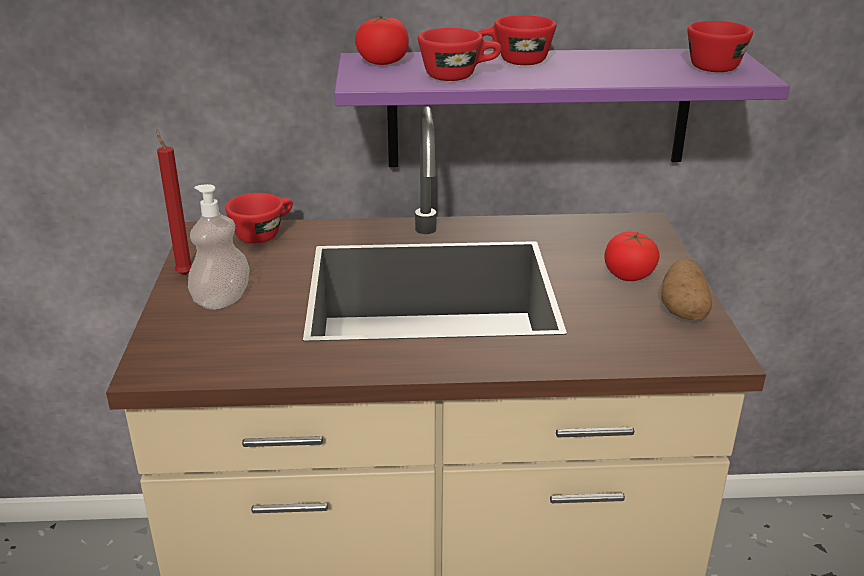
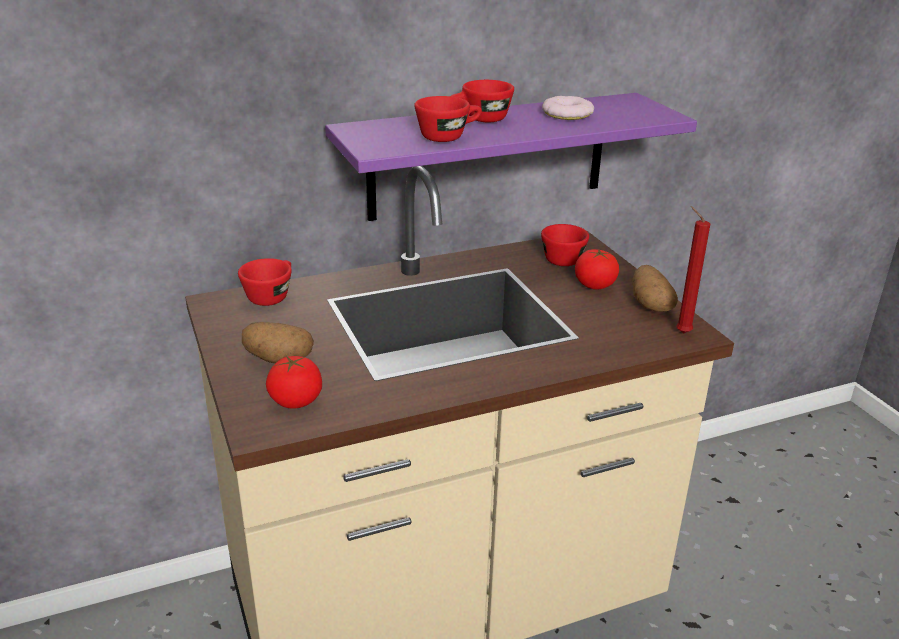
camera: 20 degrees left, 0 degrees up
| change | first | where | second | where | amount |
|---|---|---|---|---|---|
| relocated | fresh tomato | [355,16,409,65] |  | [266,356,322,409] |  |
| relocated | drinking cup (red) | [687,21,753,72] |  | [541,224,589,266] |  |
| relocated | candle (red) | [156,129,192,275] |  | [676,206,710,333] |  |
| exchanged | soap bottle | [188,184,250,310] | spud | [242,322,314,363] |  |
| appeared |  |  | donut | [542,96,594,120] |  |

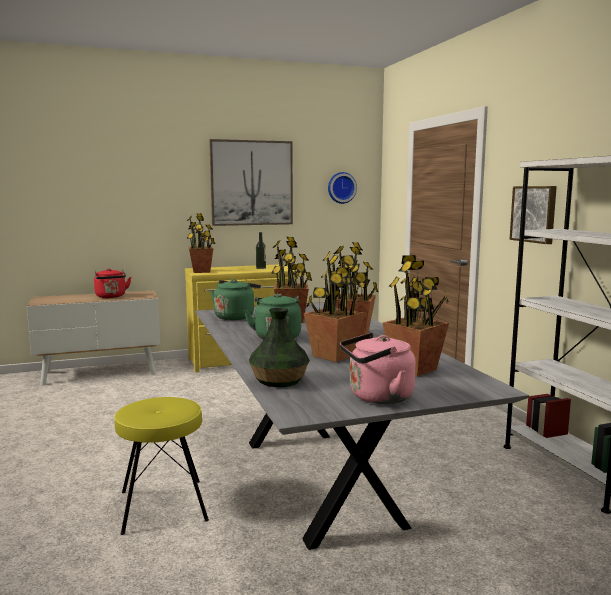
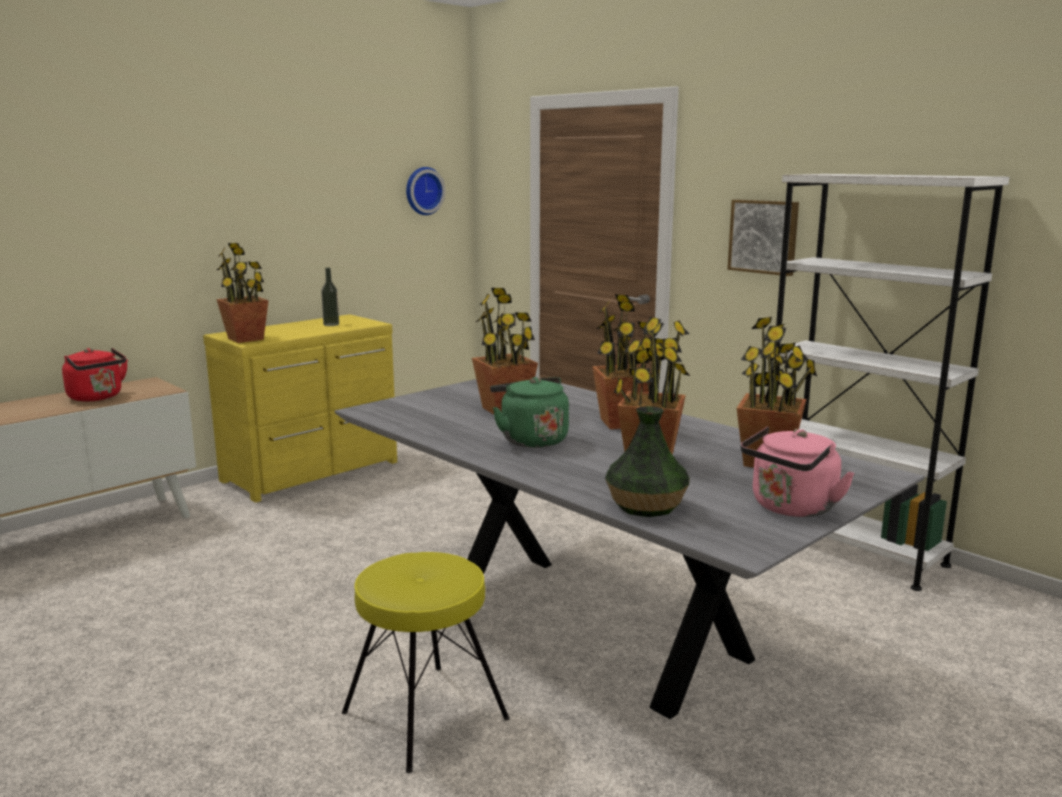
camera: 25 degrees left, 5 degrees up
| change | first | where | second | where | amount |
|---|---|---|---|---|---|
| missing | wall art | [209,139,293,226] |  |  |  |
| missing | water kettle (greenish) | [210,279,261,320] |  |  |  |

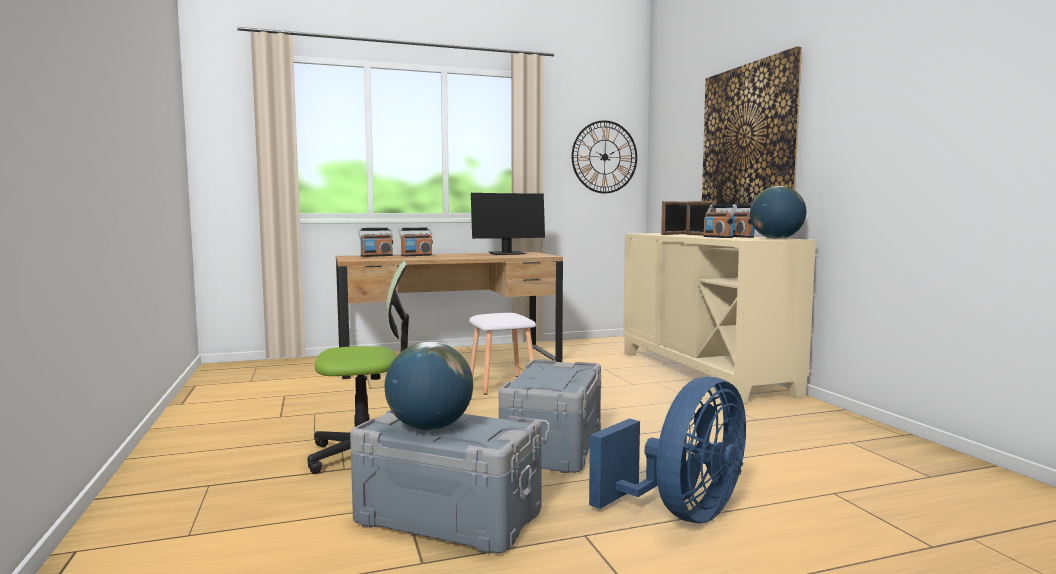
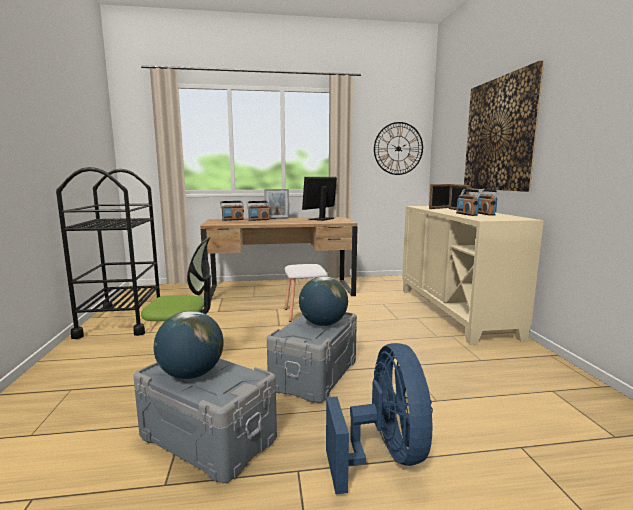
camera: 10 degrees right, 5 degrees up
| change | first | where | second | where | amount |
|---|---|---|---|---|---|
| relocated | desk globe | [750,186,806,239] |  | [299,276,348,326] |  |
| spun | computer display | [471,193,545,255] |  | [302,177,337,221] | 135 degrees clockwise |
| spun | electric fan (bluish) | [589,376,746,523] |  | [326,343,433,494] | 60 degrees counterclockwise |
| appeared |  |  | cart (blackish) | [56,167,160,339] |  |
| appeared |  |  | photo frame | [264,189,289,219] |  |

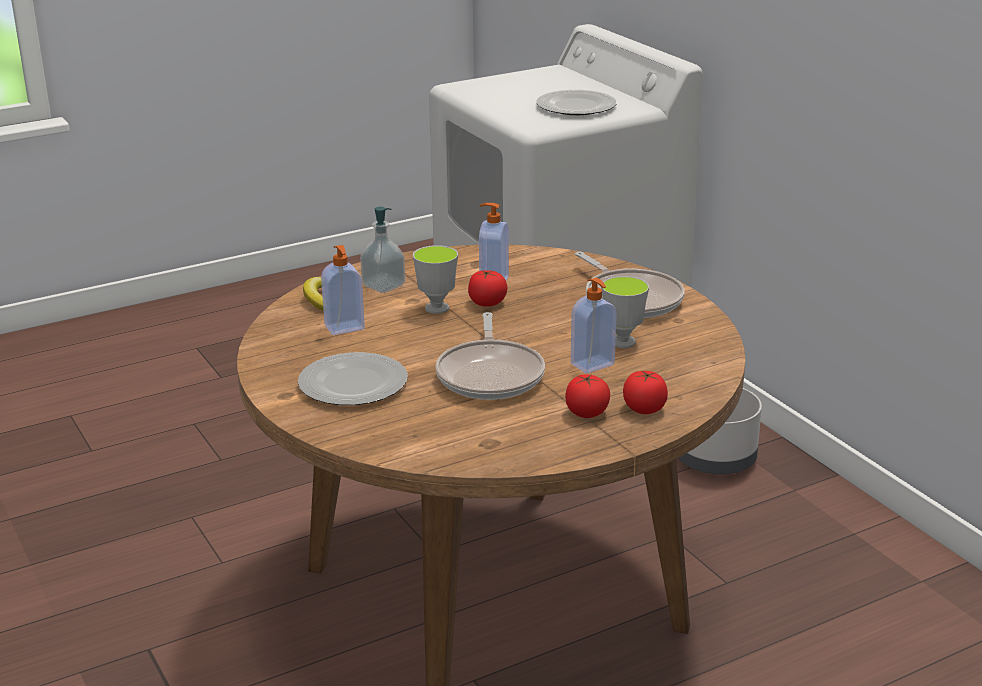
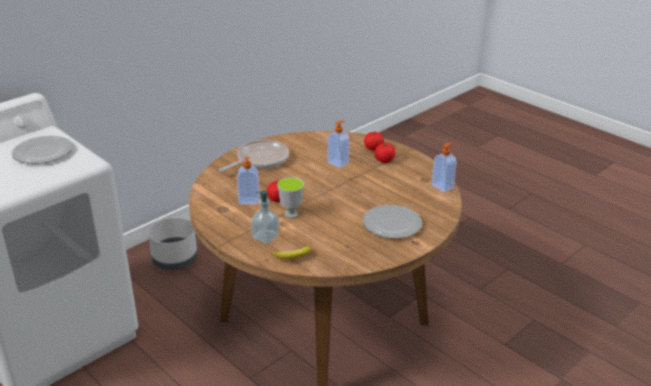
camera: 105 degrees left, 5 degrees up
| change | first | where | second | where | amount |
|---|---|---|---|---|---|
| relocated | soap bottle | [321,245,365,335] |  | [431,143,457,193] |  |
| missing | drinking cup | [601,276,649,348] |  |  |  |
| missing | pan | [435,312,545,400] |  |  |  |

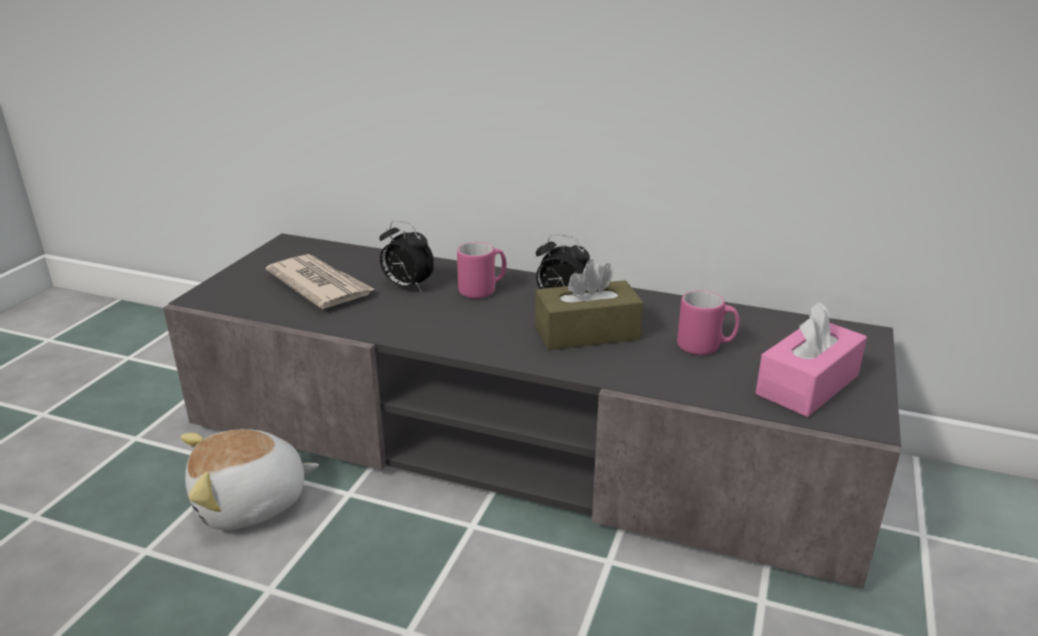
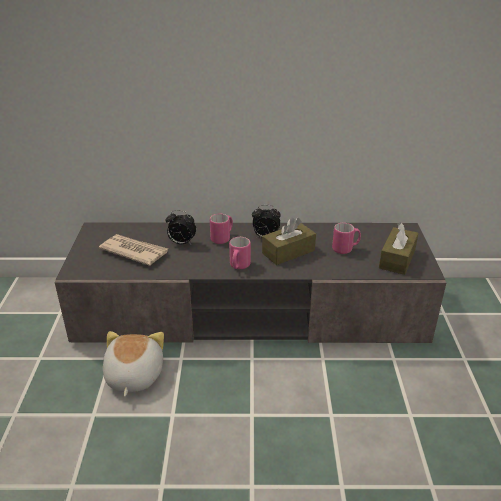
camera: 20 degrees left, 5 degrees up
| change | first | where | second | where | amount |
|---|---|---|---|---|---|
| colour | box of tissues (pinkish) | [755,301,867,417] | box of tissues (brown) | [379,222,418,275] |  |
| spun | plush toy | [180,429,319,530] |  | [103,331,164,397] | 135 degrees clockwise |
| appeared |  |  | tea mug (pinkish) | [229,237,251,269] |  |

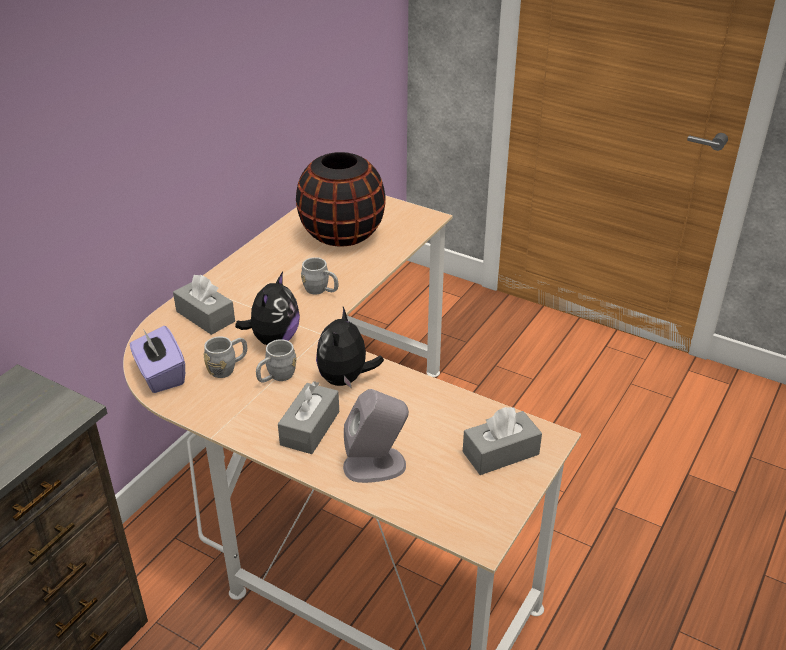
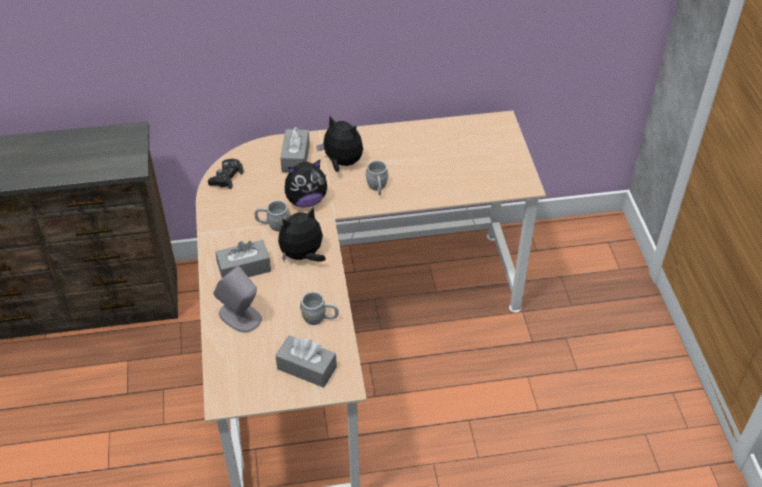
camera: 50 degrees right, 10 degrees up
| change | first | where | second | where | amount |
|---|---|---|---|---|---|
| missing | vase (blackish) | [296,152,386,246] |  |  |  |
| exchanged | box of tissues (purple) | [130,326,185,393] | gamepad (blackish) | [208,159,244,190] |  |
| relocated | tea mug (grey) | [204,336,247,378] |  | [300,292,339,325] |  |
| appeared |  |  | plush toy | [316,116,363,172] |  |

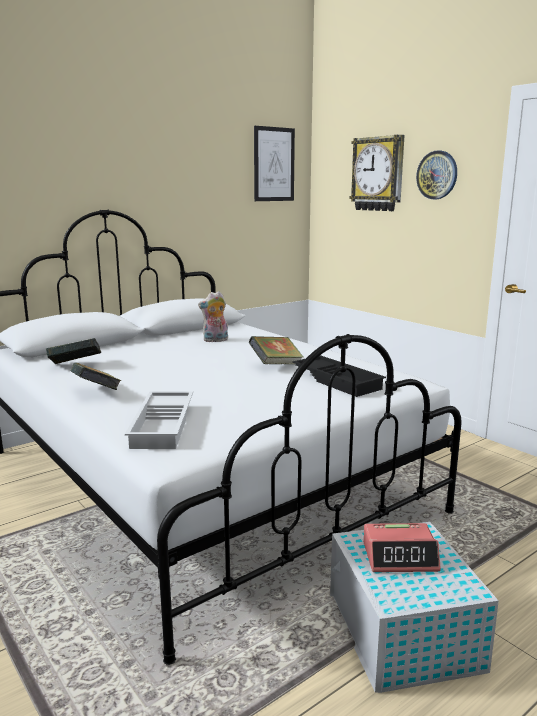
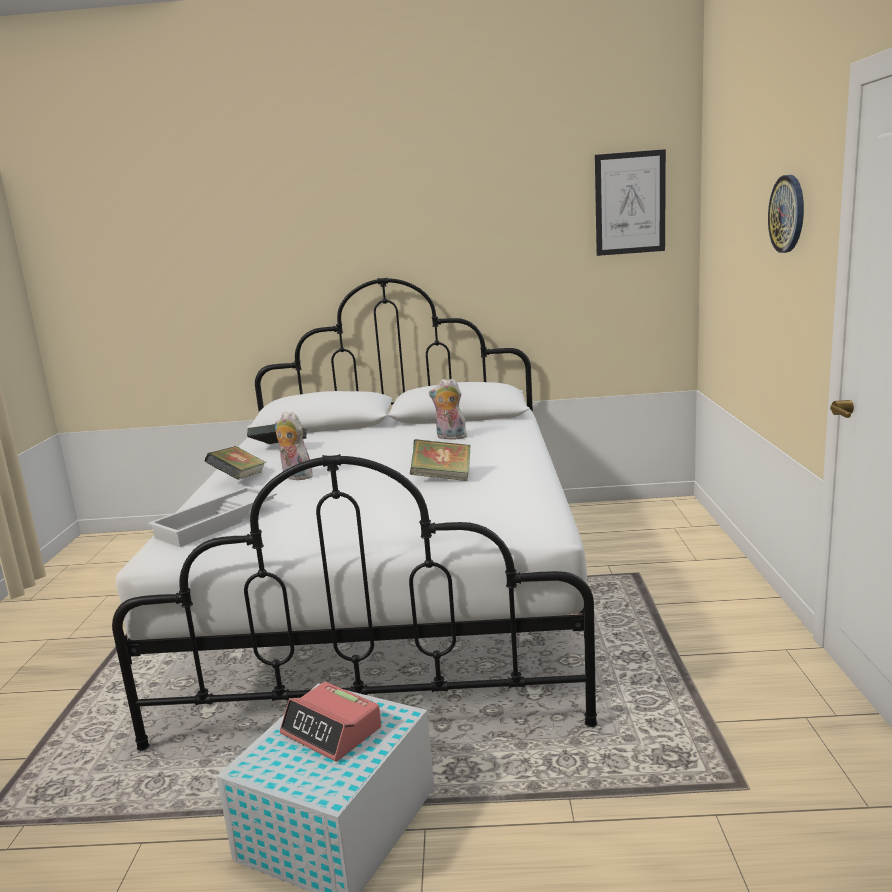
camera: 40 degrees right, 0 degrees up
| change | first | where | second | where | amount |
|---|---|---|---|---|---|
| missing | clock on the wall | [349,135,405,211] |  |  |  |
| missing | tray (blackish) | [293,355,386,397] |  |  |  |
| appeared |  |  | plush toy | [275,411,312,480] |  |

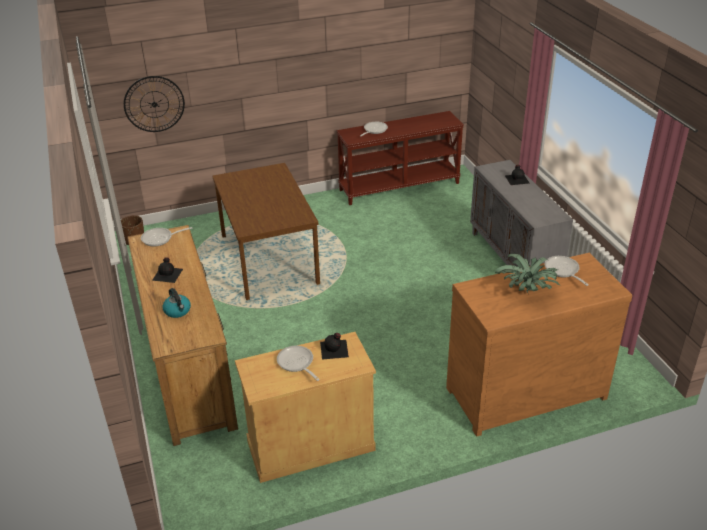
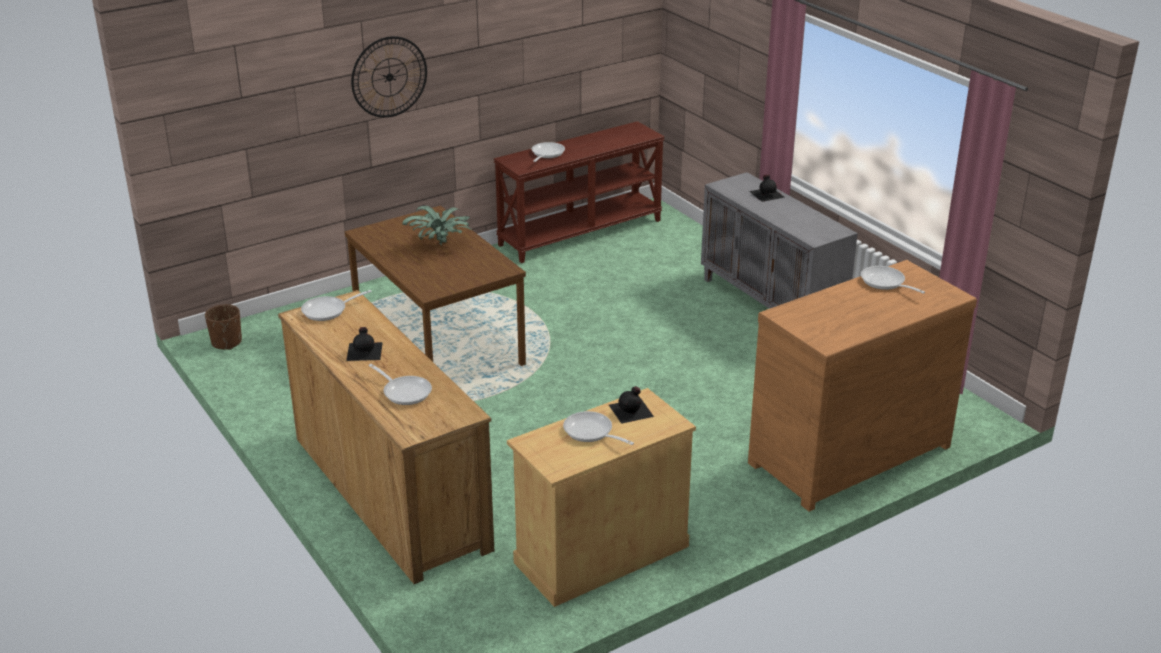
camera: 15 degrees left, 5 degrees down
| change | first | where | second | where | amount |
|---|---|---|---|---|---|
| relocated | clock on the wall | [124,76,185,132] |  | [351,36,427,118] |  |
| relocated | potted plant | [495,253,561,293] |  | [402,205,472,246] |  |
| exchanged | water kettle | [163,288,191,318] | pan | [369,364,432,405] |  |

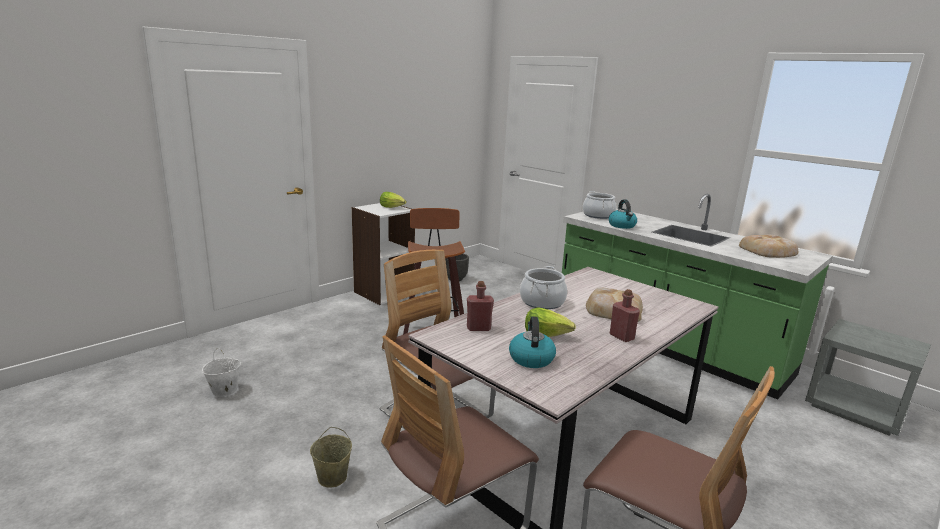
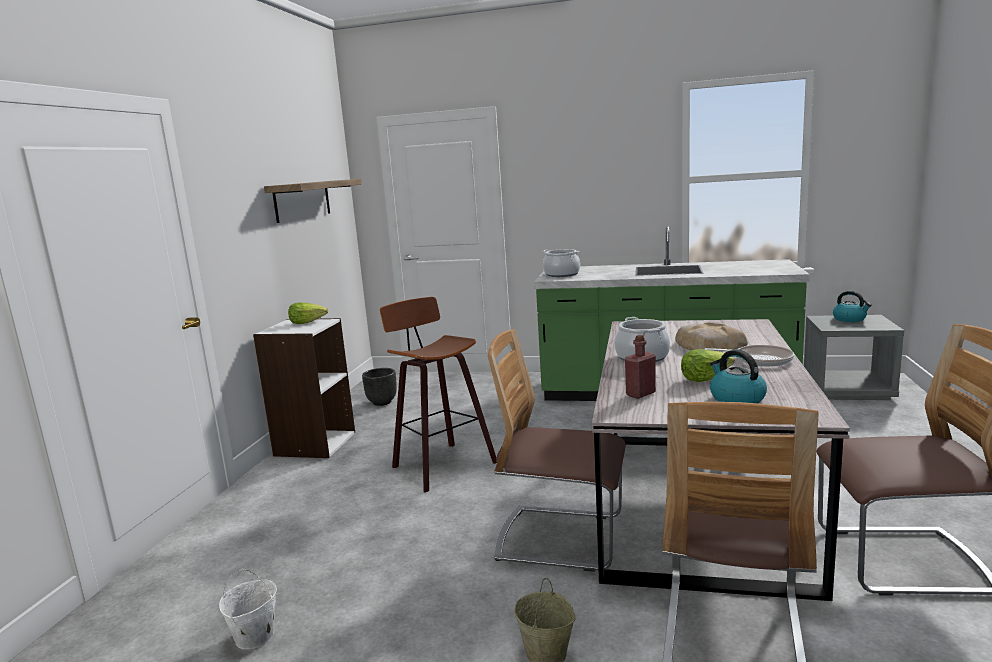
camera: 30 degrees left, 5 degrees down
| change | first | where | second | where | amount |
|---|---|---|---|---|---|
| relocated | water kettle | [609,199,637,229] |  | [833,291,872,322] |  |
| missing | bread | [739,235,798,258] |  |  |  |
| exchanged | bottle (red) | [610,289,640,342] | pan | [705,345,794,366] |  |
| appeared |  |  | shelf | [264,179,362,223] |  |

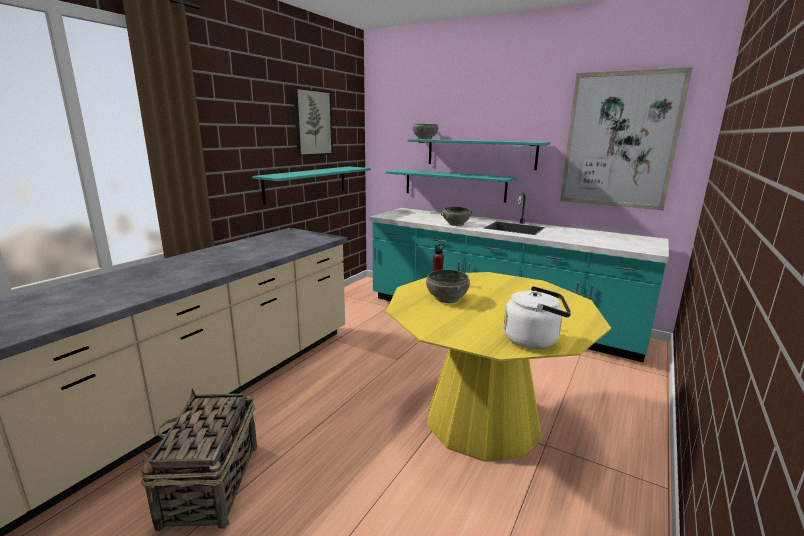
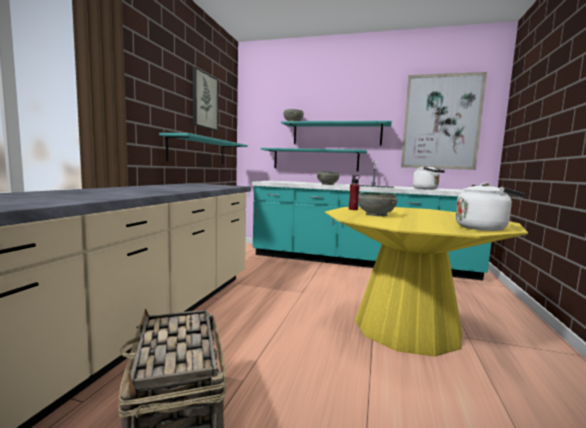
camera: 15 degrees left, 10 degrees down
| change | first | where | second | where | amount |
|---|---|---|---|---|---|
| appeared |  |  | water kettle (white-coloured) | [413,165,445,190] |  |

